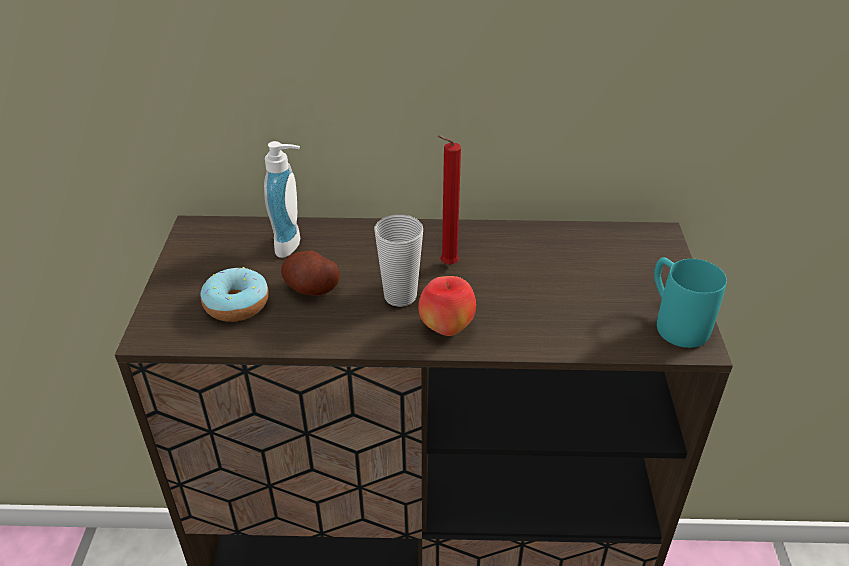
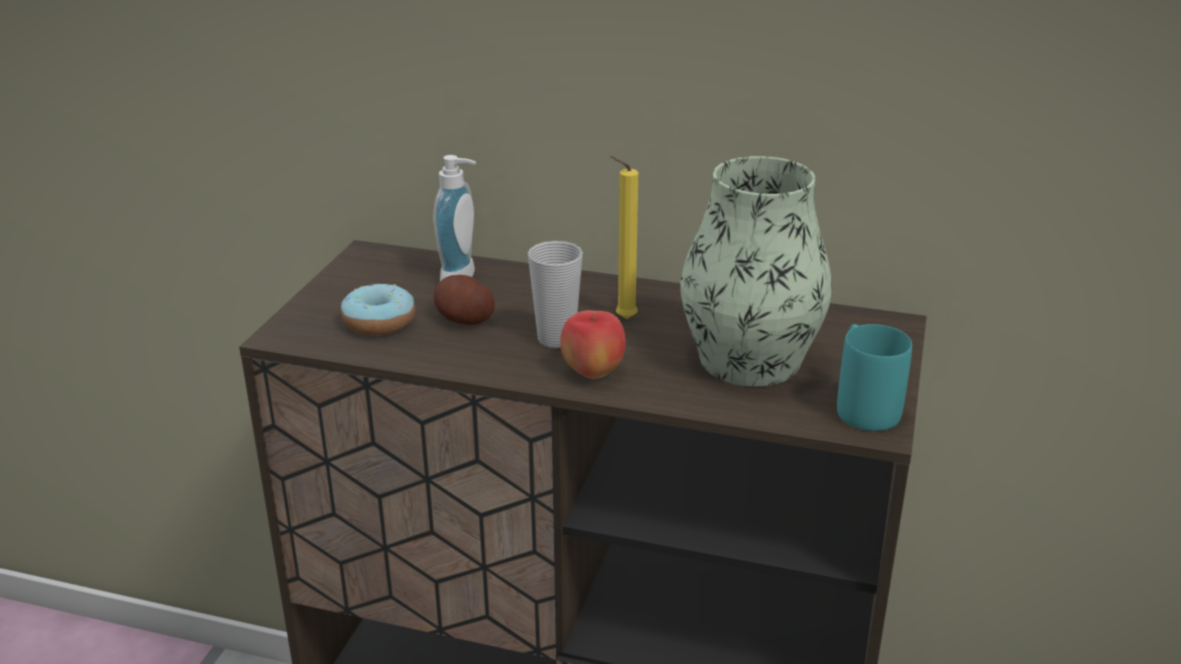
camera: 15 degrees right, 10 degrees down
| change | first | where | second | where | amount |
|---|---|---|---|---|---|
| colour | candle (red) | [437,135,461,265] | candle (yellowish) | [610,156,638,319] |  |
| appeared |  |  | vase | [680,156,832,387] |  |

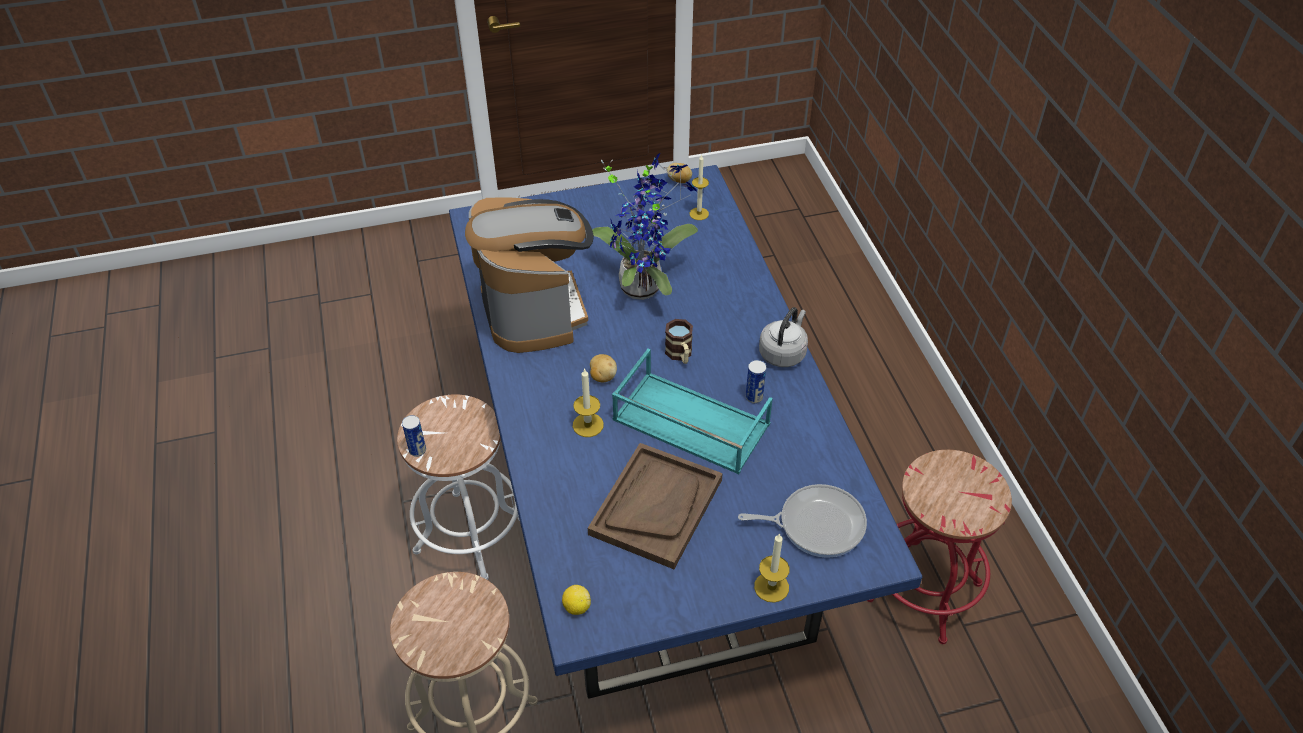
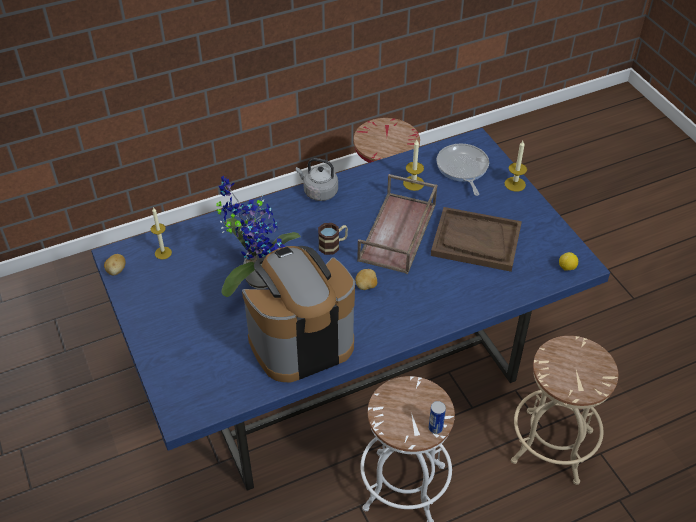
camera: 100 degrees left, 0 degrees up
| change | first | where | second | where | amount |
|---|---|---|---|---|---|
| colour | tray (turquoise-coloured) | [612,348,773,474] | tray (brown) | [357,174,437,274] |  |
| missing | can | [746,360,766,404] |  |  |  |
| relocated | candle | [573,368,604,437] |  | [403,140,424,191] |  |

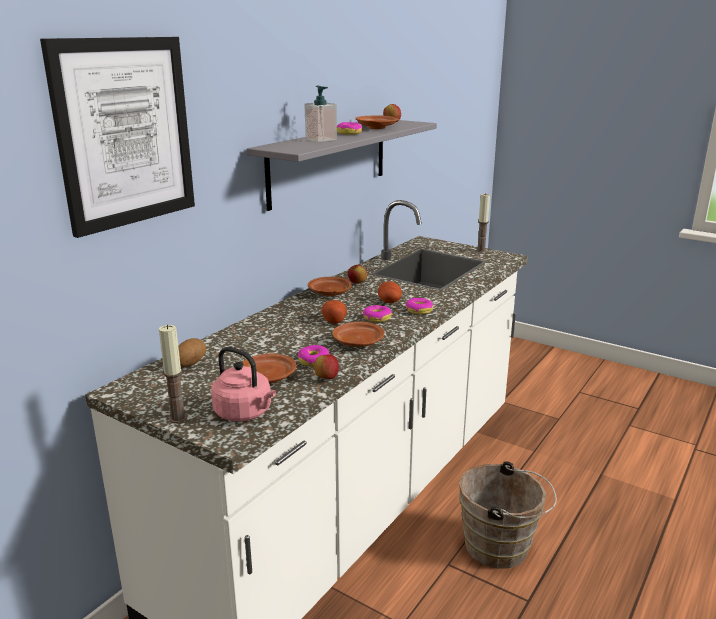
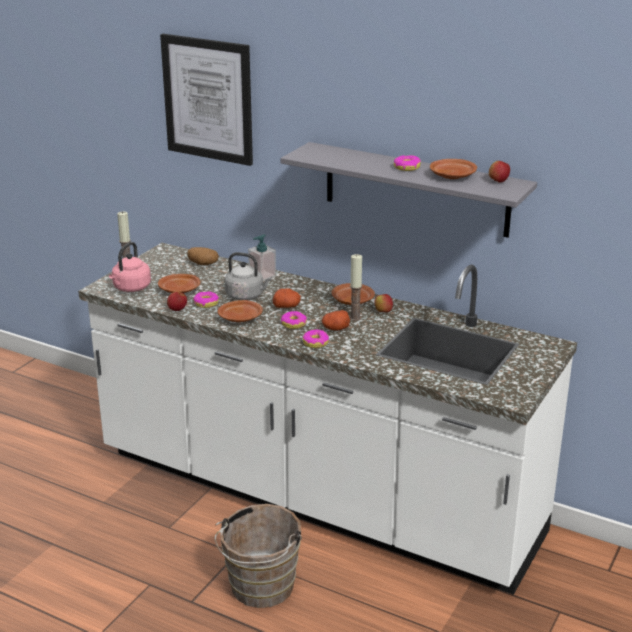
camera: 85 degrees right, 5 degrees up
| change | first | where | second | where | amount |
|---|---|---|---|---|---|
| relocated | soap bottle | [304,86,337,142] |  | [248,234,276,281] |  |
| relocated | candle | [476,193,490,252] |  | [350,254,362,321] |  |
| appeared |  |  | water kettle (grey) | [225,252,272,300] |  |

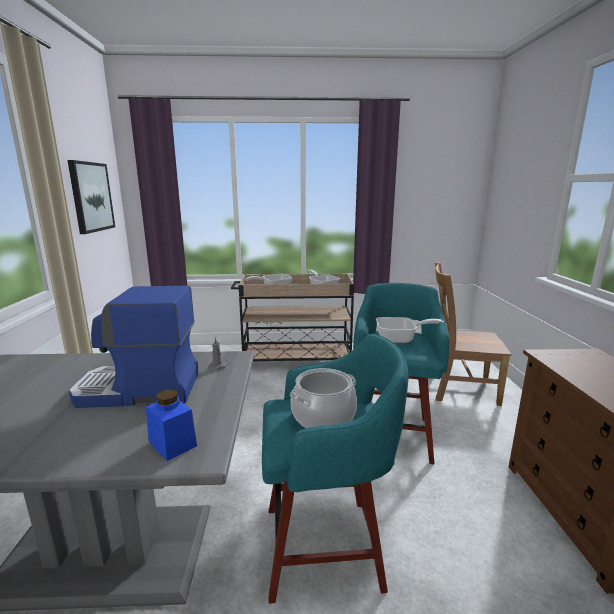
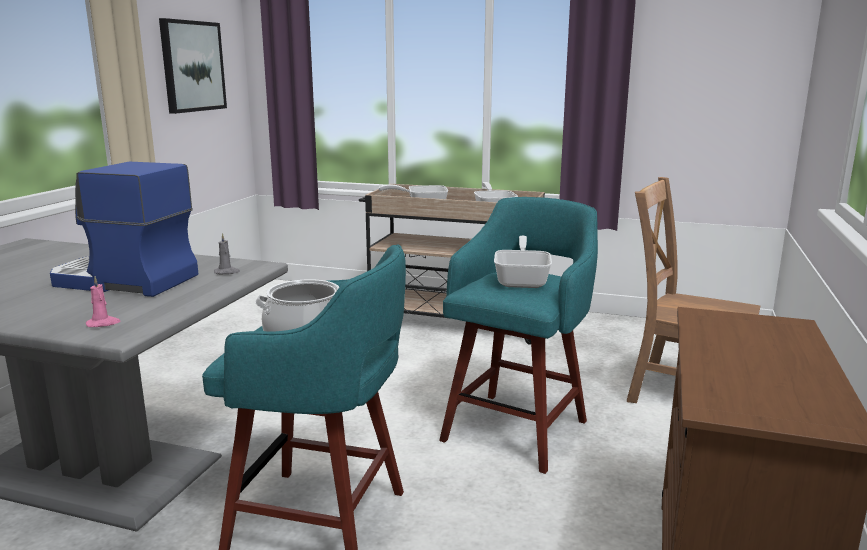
camera: 20 degrees right, 0 degrees up
| change | first | where | second | where | amount |
|---|---|---|---|---|---|
| spun | pan | [376,317,444,343] |  | [494,236,552,288] | 105 degrees counterclockwise |
| exchanged | storage jar (bluish) | [146,389,197,461] | candle (pinkish) | [86,276,120,327] |  |

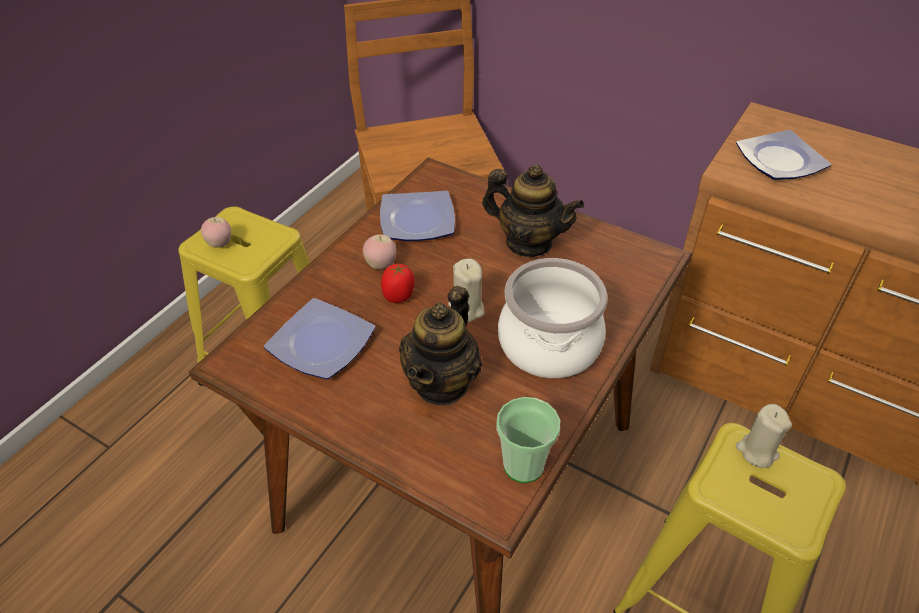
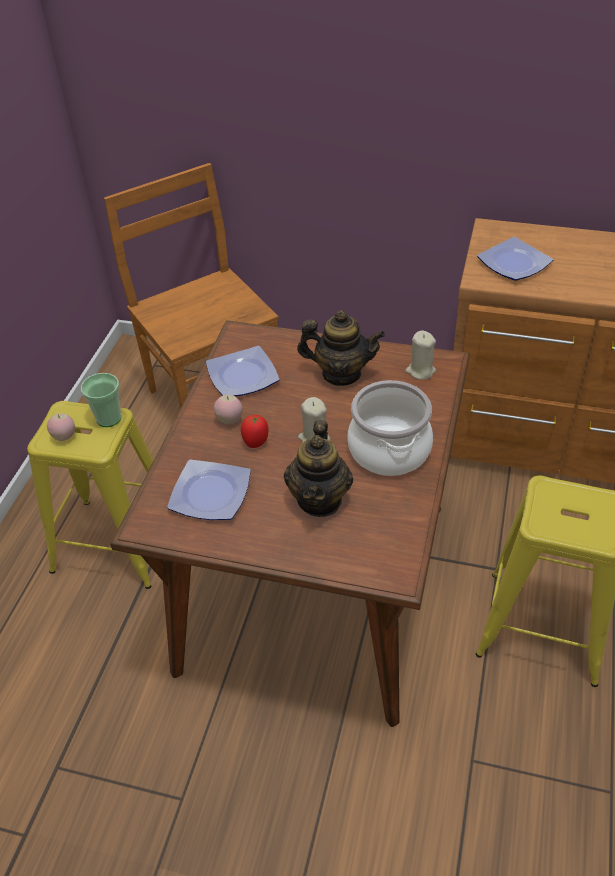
camera: 15 degrees left, 0 degrees up
| change | first | where | second | where | amount |
|---|---|---|---|---|---|
| relocated | drinking cup | [496,397,560,483] |  | [81,373,121,427] |  |
| relocated | candle (sand-coloured) | [736,404,792,468] |  | [405,331,436,380] |  |

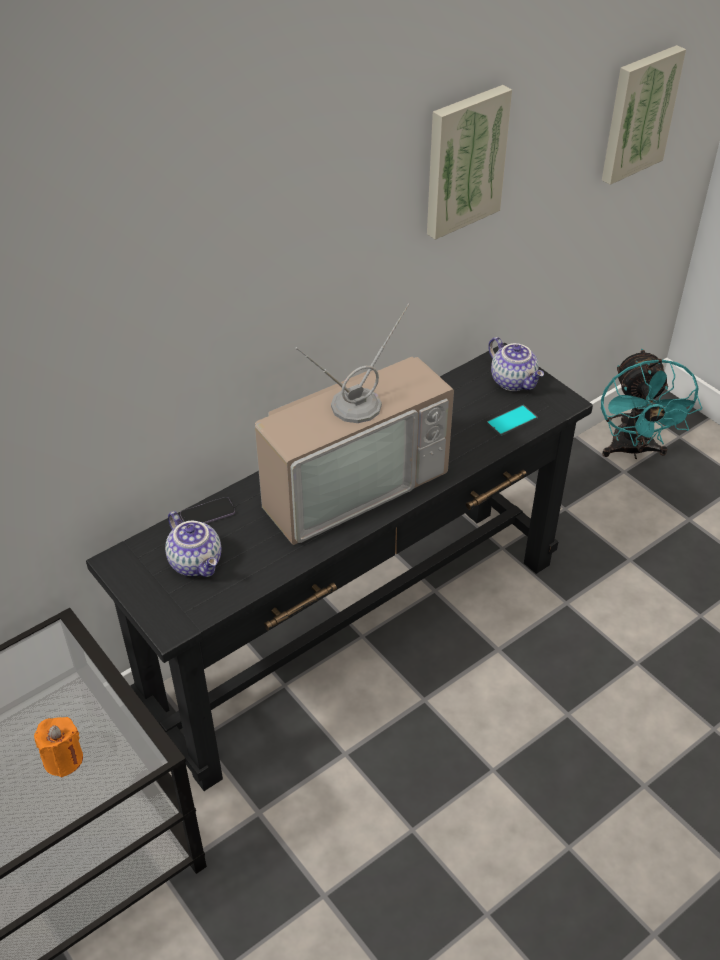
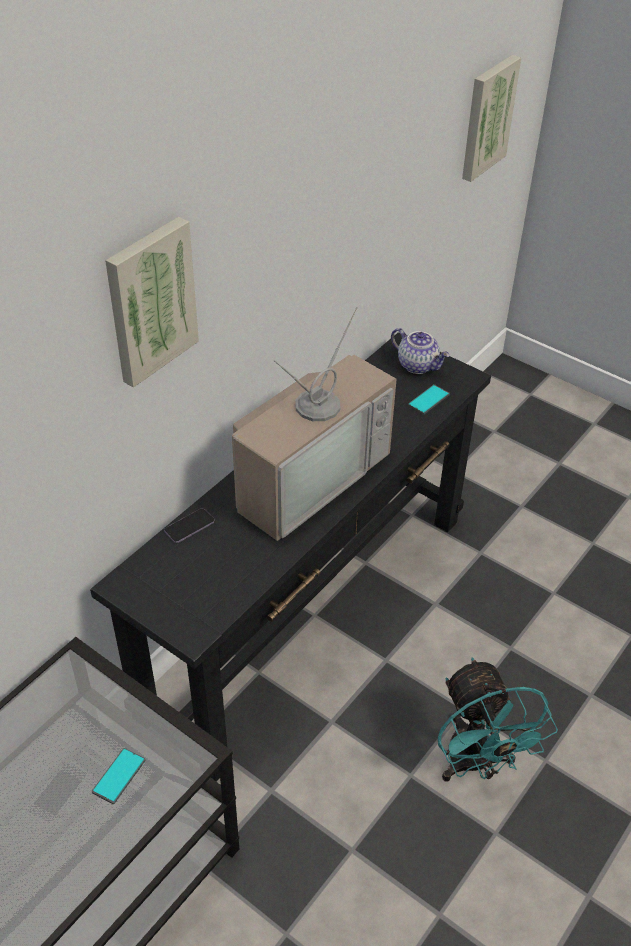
camera: 15 degrees left, 0 degrees up
| change | first | where | second | where | amount |
|---|---|---|---|---|---|
| relocated | wall art | [427,85,512,240] |  | [105,217,199,388] |  |
| relocated | electric fan (turquoise-coloured) | [601,349,702,459] |  | [438,658,558,781] |  |
| missing | teapot | [165,511,221,577] |  |  |  |
| exchanged | candle (orange) | [34,717,83,778] | telephone | [92,748,145,804] |  |

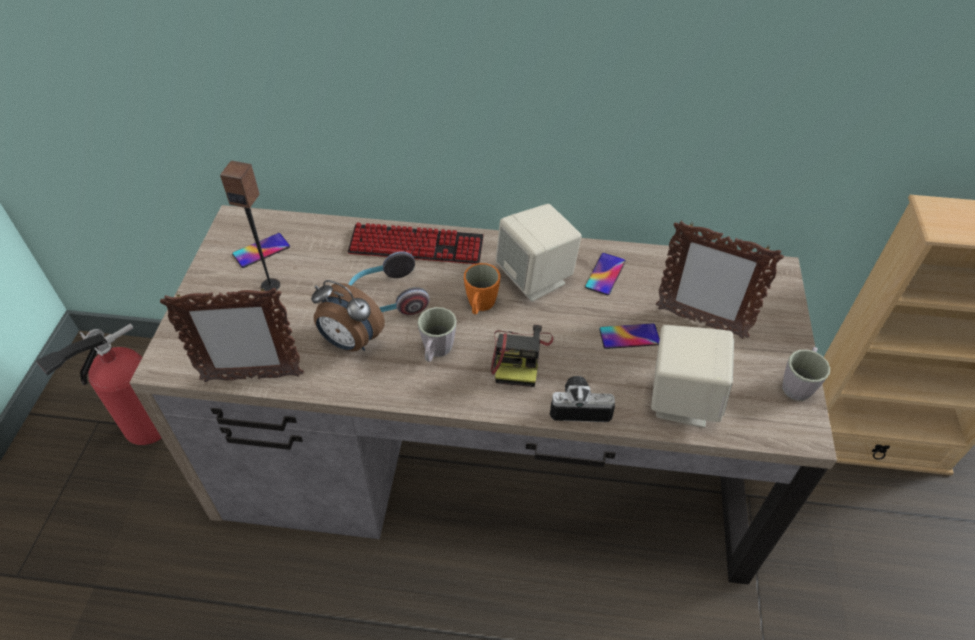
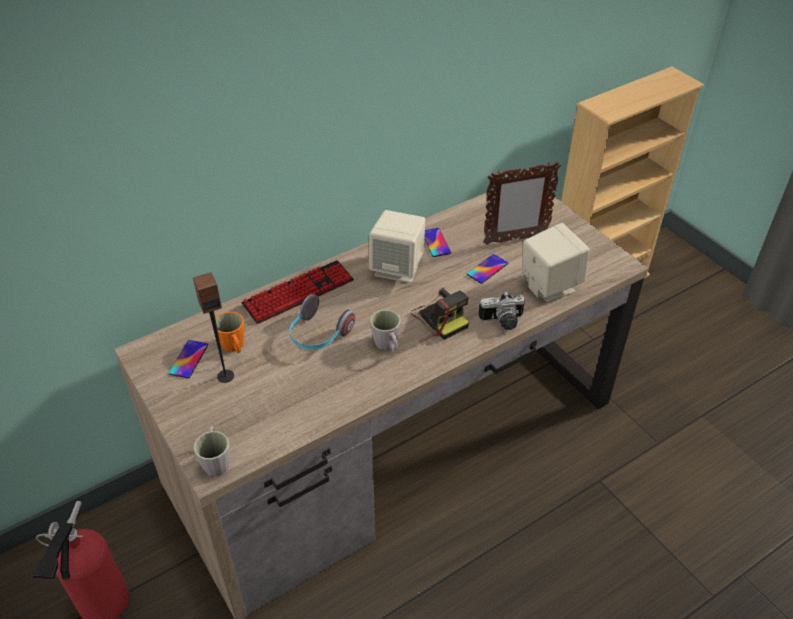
camera: 40 degrees left, 5 degrees down
| change | first | where | second | where | amount |
|---|---|---|---|---|---|
| relocated | tea mug (orange) | [464,263,500,314] |  | [215,312,244,353] |  |
| missing | alarm clock | [311,280,385,351] |  |  |  |
| missing | photo frame | [160,287,304,382] |  |  |  |
| relocated | tea mug (grey) | [782,347,830,401] |  | [193,426,230,476] |  |
| spun | still camera | [550,376,615,422] |  | [478,291,525,330] | 150 degrees counterclockwise |

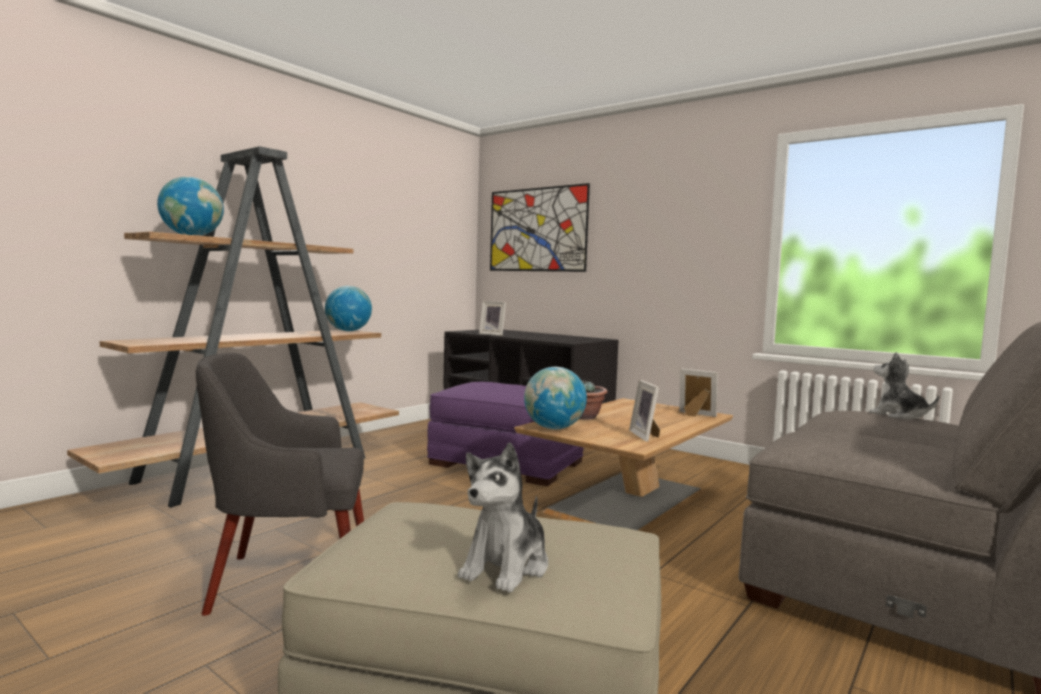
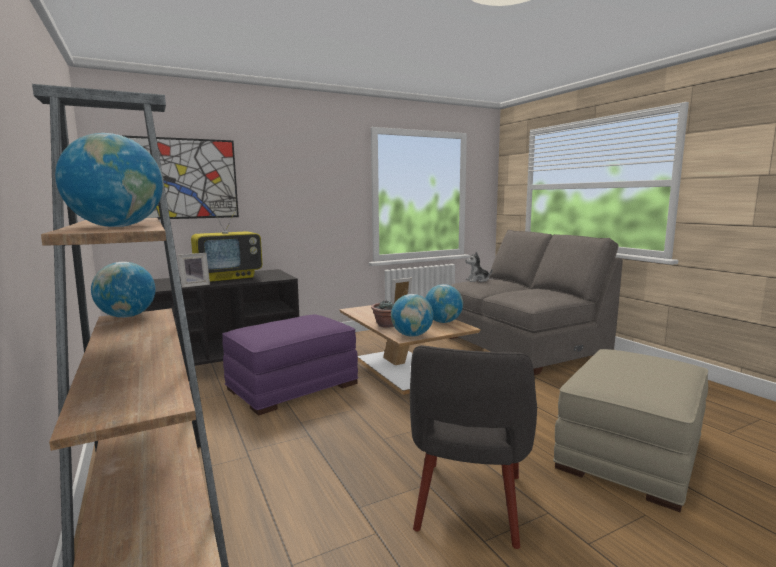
camera: 65 degrees left, 5 degrees up
| change | first | where | second | where | amount |
|---|---|---|---|---|---|
| exchanged | photo frame | [629,380,660,442] | desk globe | [425,284,463,323] |  |
| missing | plush toy | [458,443,548,593] |  |  |  |
| appeared |  |  | TV set | [191,206,262,282] |  |

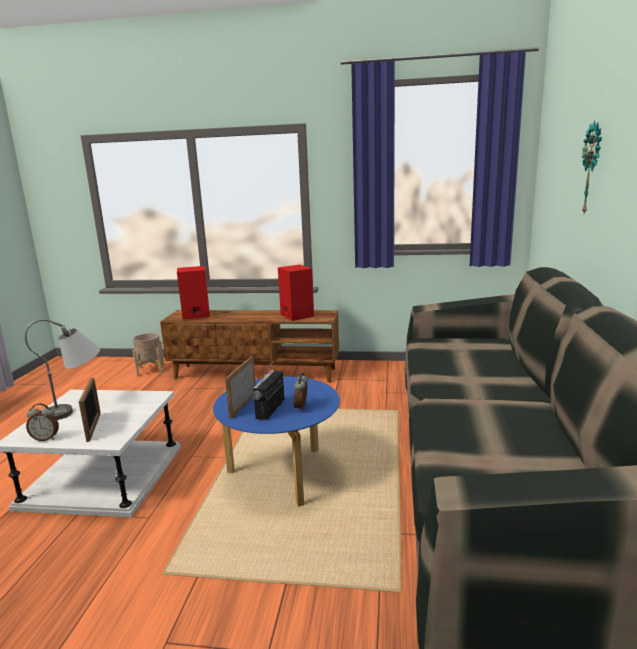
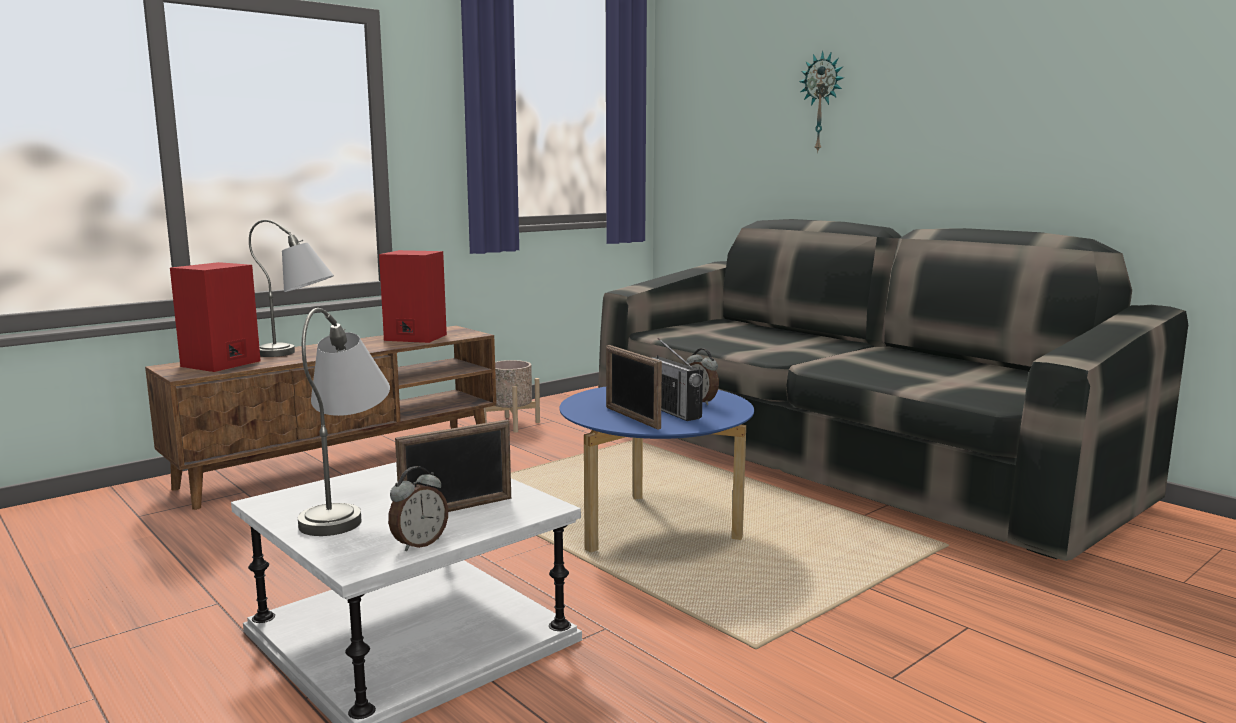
camera: 50 degrees left, 5 degrees down
| change | first | where | second | where | amount |
|---|---|---|---|---|---|
| relocated | planter (sand-coloured) | [133,333,164,376] |  | [484,360,540,433] |  |
| spun | photo frame | [79,378,101,442] |  | [395,420,511,512] | 120 degrees clockwise |
| appeared |  |  | tabletop lamp (grey) | [249,220,334,357] |  |

